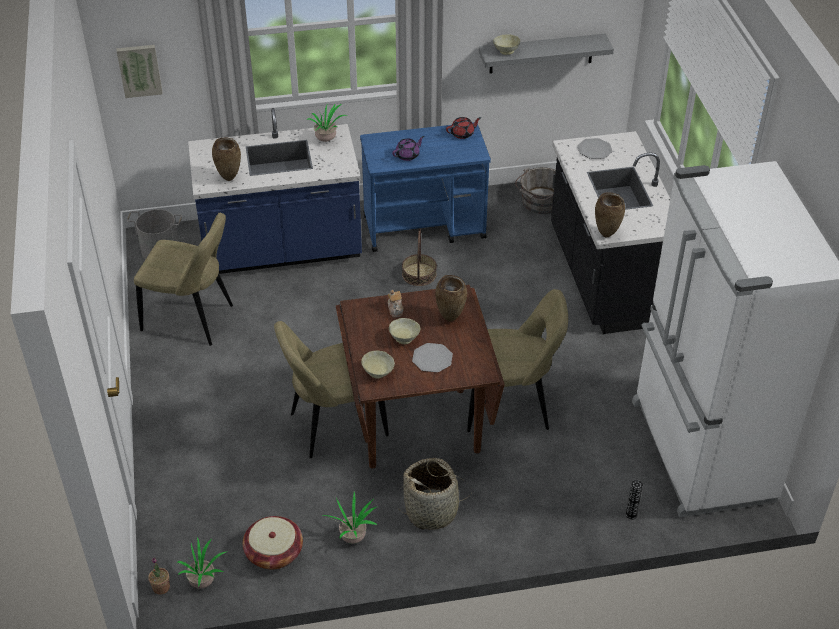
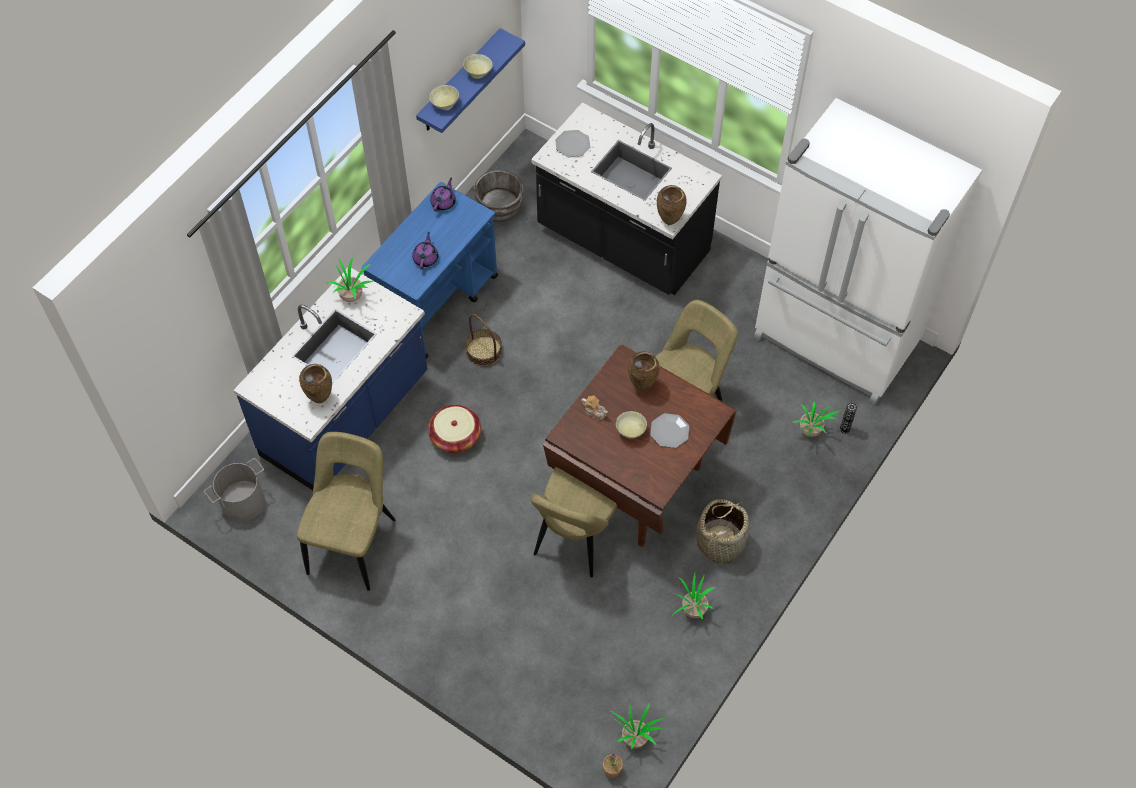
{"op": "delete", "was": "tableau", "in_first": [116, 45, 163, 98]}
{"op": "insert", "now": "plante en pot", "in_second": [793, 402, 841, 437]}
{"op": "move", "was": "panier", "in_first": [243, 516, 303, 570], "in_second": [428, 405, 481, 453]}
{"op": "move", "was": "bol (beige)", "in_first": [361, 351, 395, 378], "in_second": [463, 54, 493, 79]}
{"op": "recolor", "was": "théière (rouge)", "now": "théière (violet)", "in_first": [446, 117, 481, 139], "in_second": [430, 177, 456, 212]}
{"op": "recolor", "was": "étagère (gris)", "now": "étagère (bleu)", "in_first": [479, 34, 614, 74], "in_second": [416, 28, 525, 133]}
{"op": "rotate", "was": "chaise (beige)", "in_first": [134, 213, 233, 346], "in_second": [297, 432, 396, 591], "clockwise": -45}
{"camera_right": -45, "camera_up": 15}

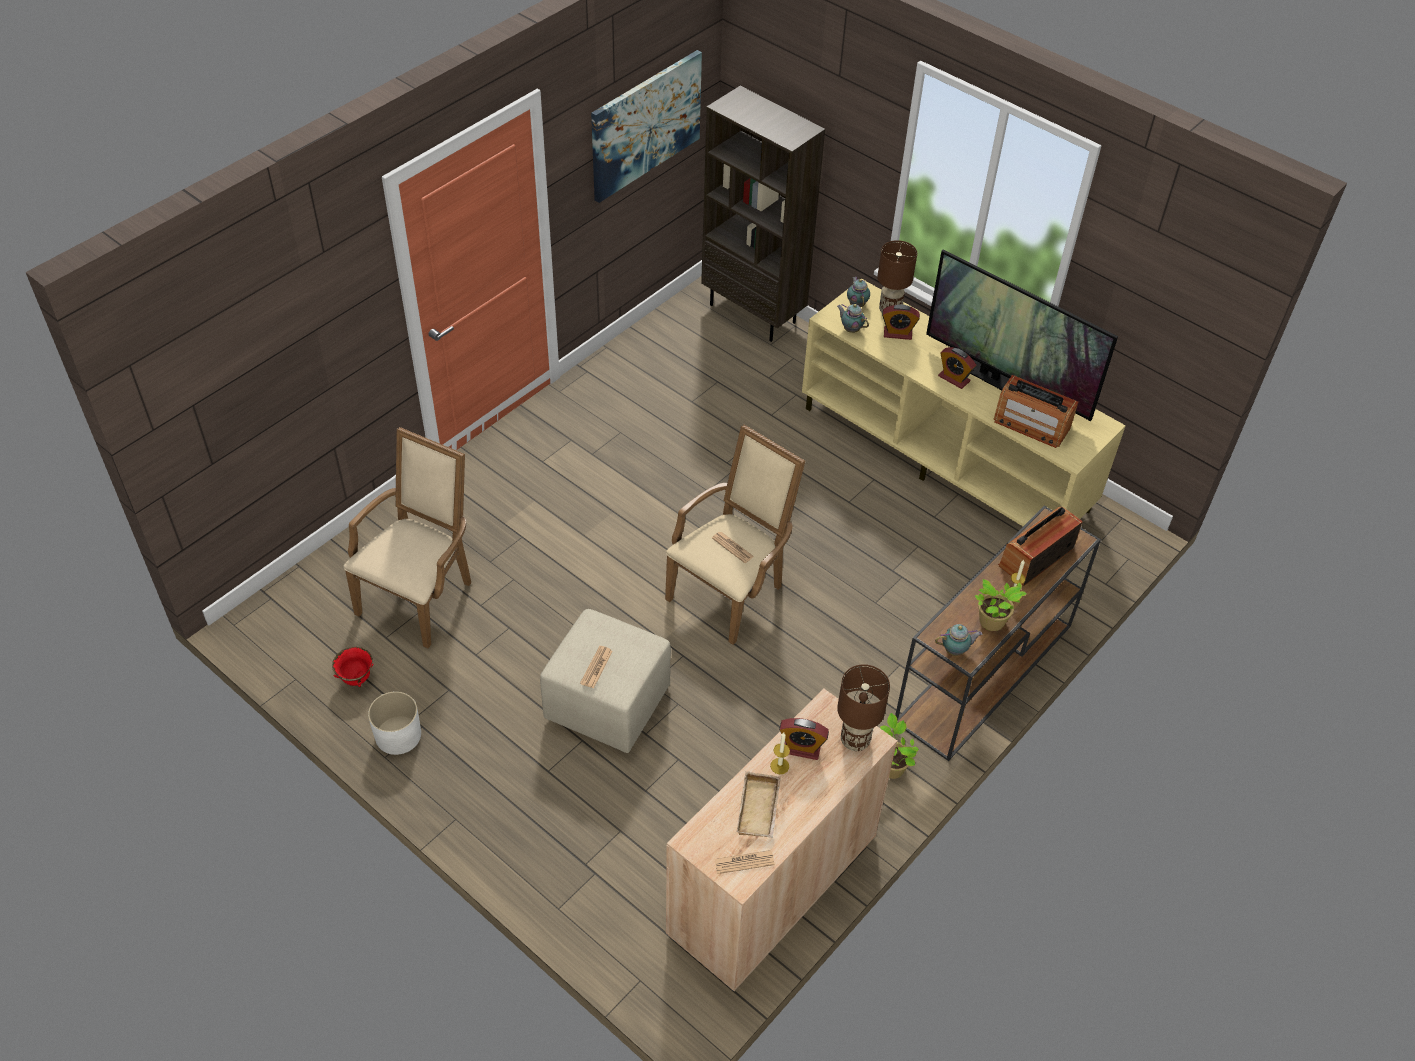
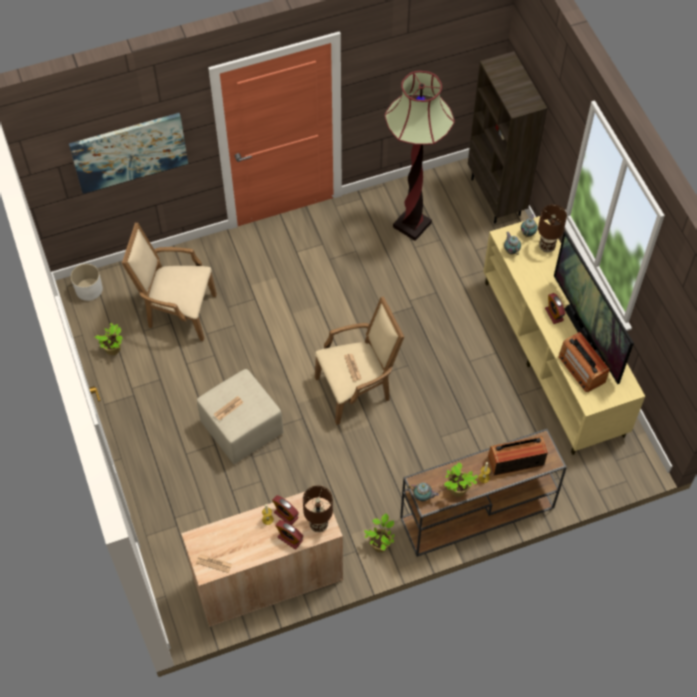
{"op": "delete", "was": "plateau (beige)", "in_first": [737, 771, 781, 838]}
{"op": "insert", "now": "lampadaire", "in_second": [385, 71, 455, 241]}
{"op": "move", "was": "cache-pot (blanc)", "in_first": [368, 692, 421, 755], "in_second": [71, 264, 103, 301]}
{"op": "move", "was": "tableau", "in_first": [591, 50, 702, 203], "in_second": [69, 113, 188, 194]}
{"op": "move", "was": "réveil", "in_first": [882, 304, 920, 340], "in_second": [275, 520, 303, 549]}
{"op": "replace", "was": "bol (rouge)", "now": "plante en pot", "in_first": [332, 647, 374, 687], "in_second": [95, 323, 123, 355]}
{"op": "rotate", "was": "fauteuil (beige)", "in_first": [343, 427, 471, 648], "in_second": [122, 222, 217, 341], "clockwise": -135}
{"camera_right": 30, "camera_up": 10}

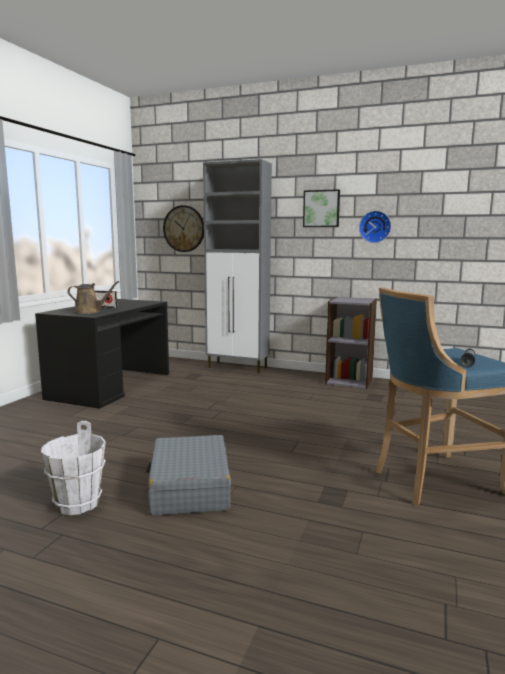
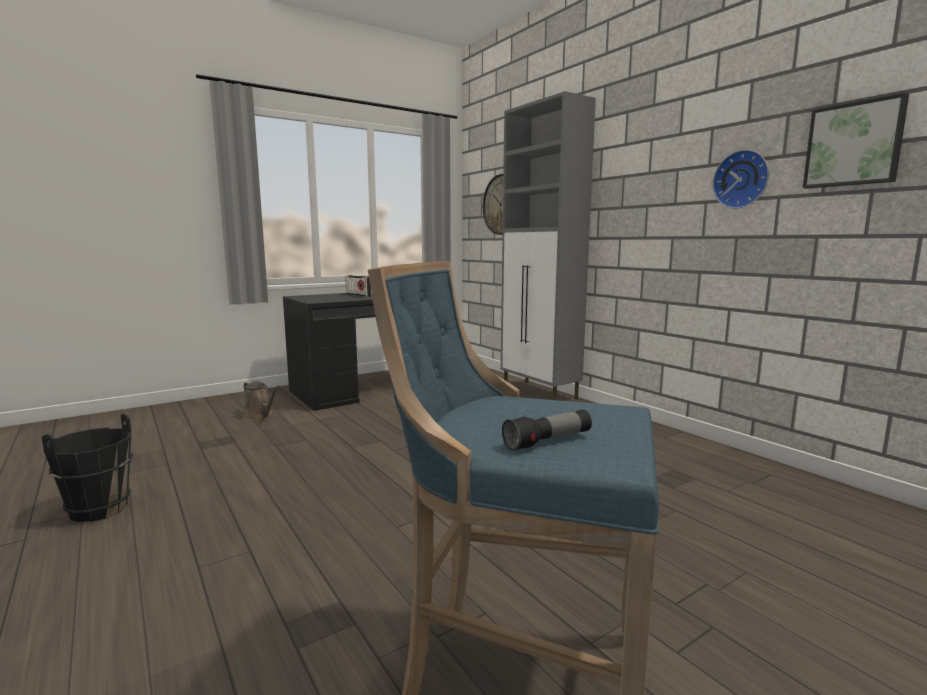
{"op": "delete", "was": "valise (gris)", "in_first": [146, 435, 231, 516]}
{"op": "delete", "was": "bibliothèque (gris)", "in_first": [325, 297, 377, 389]}
{"op": "move", "was": "arrosoir (marron)", "in_first": [67, 281, 119, 314], "in_second": [243, 381, 279, 421]}
{"op": "move", "was": "tableau", "in_first": [303, 189, 340, 227], "in_second": [803, 93, 909, 188]}
{"op": "recolor", "was": "seau (blanc)", "now": "seau (noir)", "in_first": [41, 421, 106, 515], "in_second": [42, 414, 133, 522]}
{"camera_right": 35, "camera_up": 0}

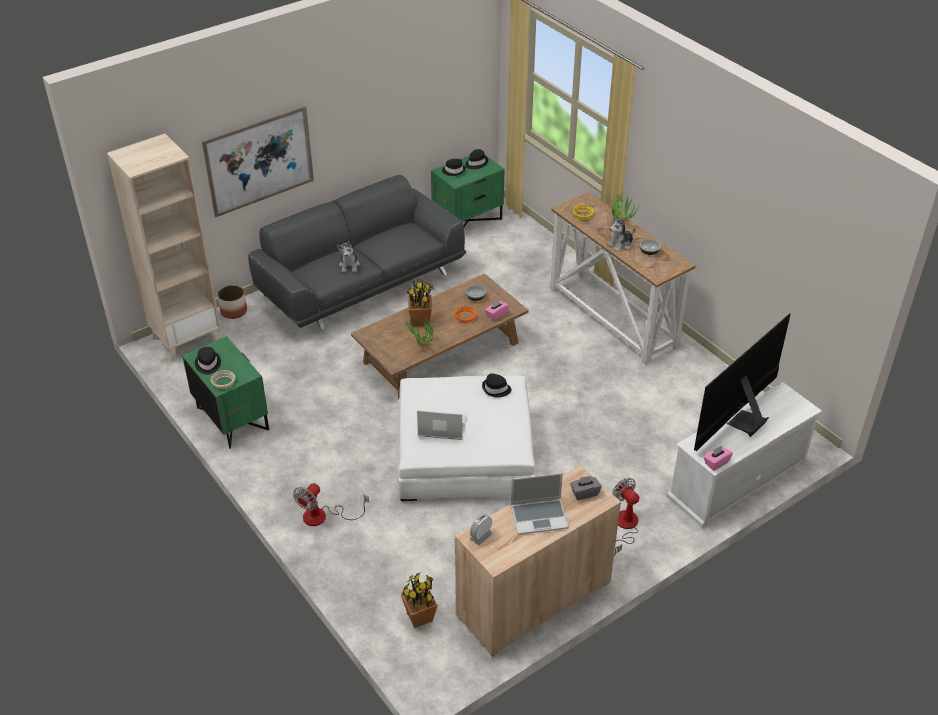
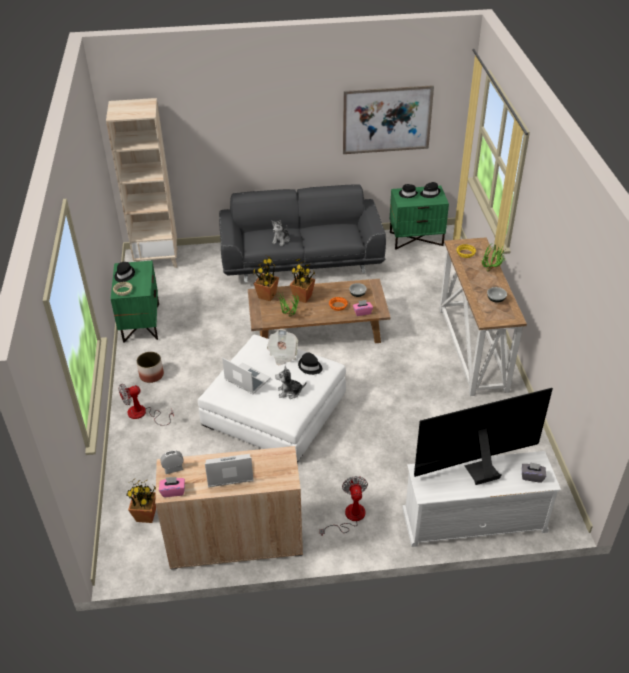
{"op": "insert", "now": "plante en pot", "in_second": [253, 256, 279, 301]}
{"op": "insert", "now": "journal", "in_second": [267, 329, 298, 365]}
{"op": "move", "was": "tableau", "in_first": [202, 106, 314, 217], "in_second": [343, 85, 434, 154]}
{"op": "move", "was": "cache-pot", "in_first": [218, 285, 247, 319], "in_second": [137, 352, 164, 383]}
{"op": "move", "was": "boîte à mouchoirs (gris)", "in_first": [570, 476, 602, 500], "in_second": [522, 462, 546, 483]}
{"op": "move", "was": "peluche", "in_first": [607, 216, 635, 252], "in_second": [275, 366, 306, 399]}
{"op": "move", "was": "boîte à mouchoirs (rose)", "in_first": [704, 445, 733, 471], "in_second": [159, 477, 185, 497]}
{"op": "rotate", "was": "ordinateur portable", "in_first": [511, 473, 569, 535], "in_second": [205, 454, 254, 487], "clockwise": 150}
{"camera_right": 30, "camera_up": 0}

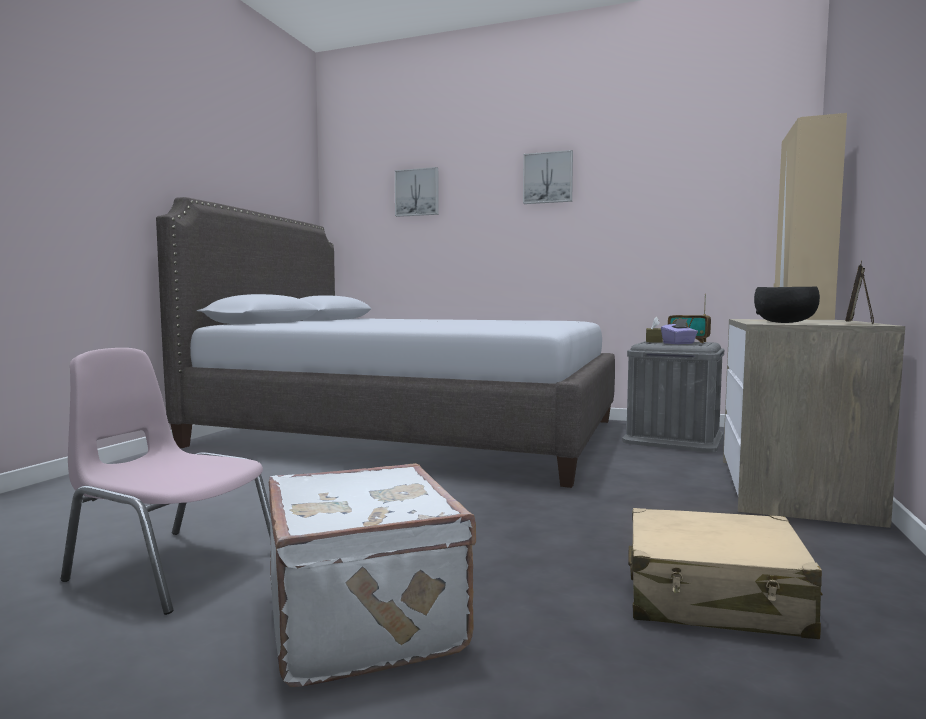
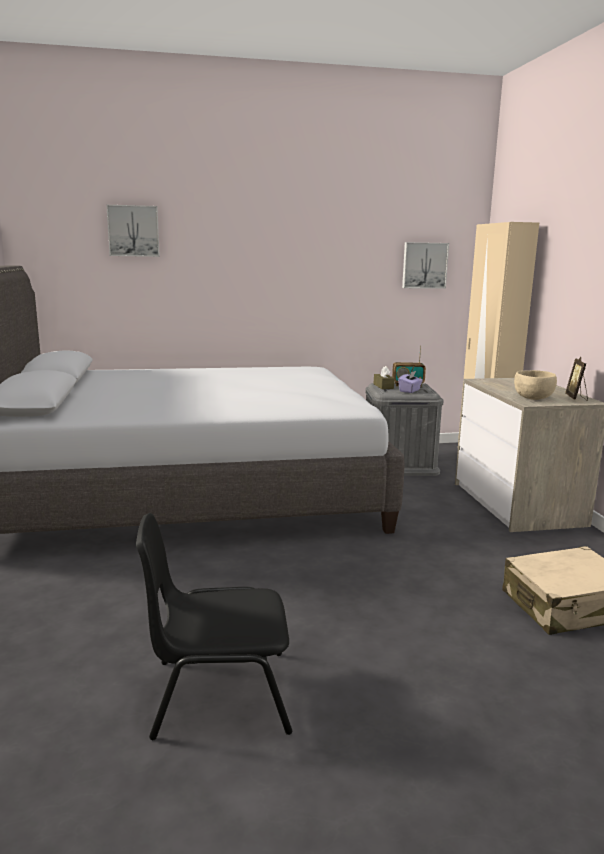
{"op": "delete", "was": "valise (blanc)", "in_first": [269, 463, 476, 687]}
{"op": "move", "was": "tableau", "in_first": [523, 150, 573, 204], "in_second": [402, 242, 449, 289]}
{"op": "recolor", "was": "chaise (rose)", "now": "chaise (noir)", "in_first": [61, 348, 271, 615], "in_second": [136, 513, 292, 740]}
{"op": "recolor", "was": "bol (noir)", "now": "bol (beige)", "in_first": [754, 286, 820, 323], "in_second": [514, 370, 557, 400]}
{"camera_right": -30, "camera_up": 10}

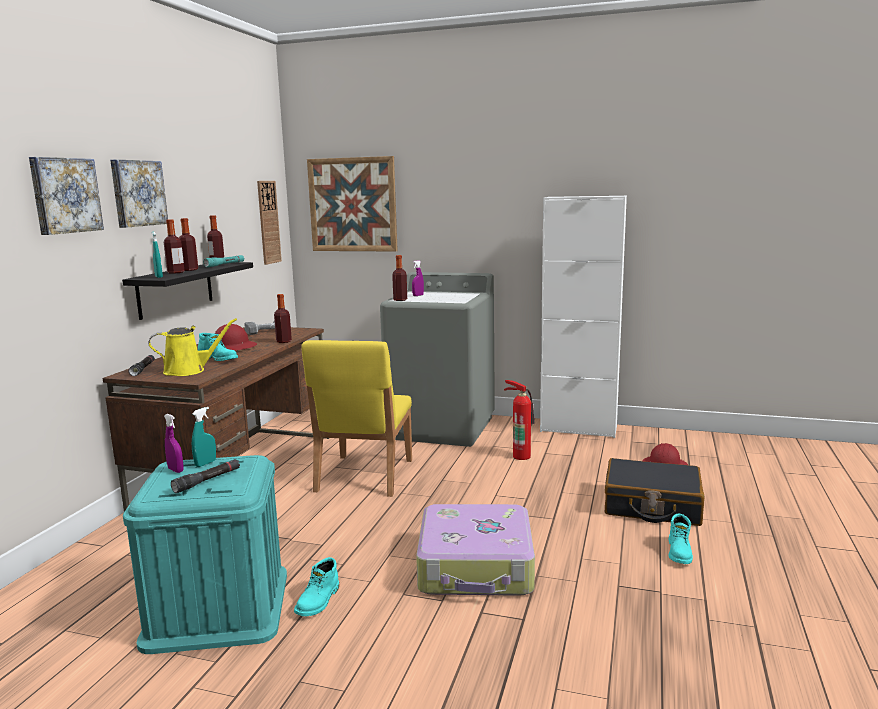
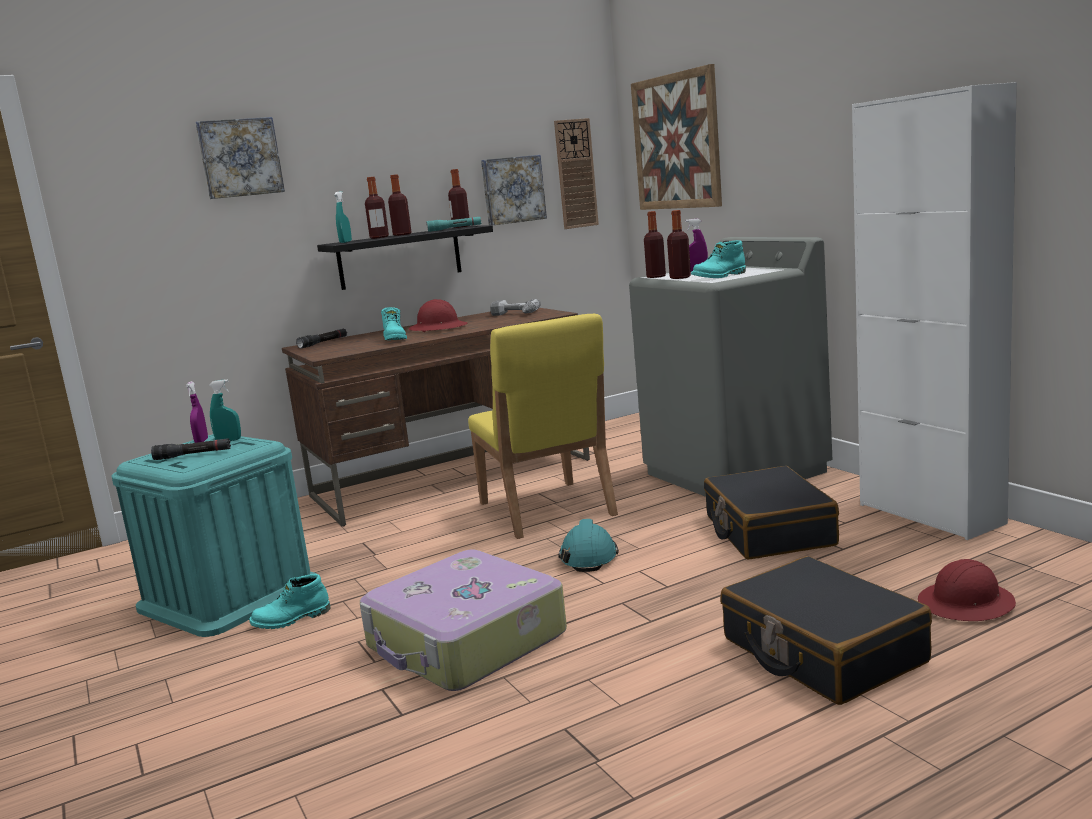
{"op": "delete", "was": "arrosoir (jaune)", "in_first": [148, 318, 237, 376]}
{"op": "insert", "now": "casque de chantier (turquoise)", "in_second": [558, 519, 619, 572]}
{"op": "move", "was": "tableau", "in_first": [110, 159, 168, 228], "in_second": [481, 155, 547, 226]}
{"op": "move", "was": "bouteille", "in_first": [274, 294, 292, 343], "in_second": [667, 210, 691, 279]}
{"op": "move", "was": "botte (turquoise)", "in_first": [669, 514, 693, 564], "in_second": [691, 240, 746, 278]}
{"op": "replace", "was": "extincteur", "now": "valise (noir)", "in_first": [504, 380, 535, 460], "in_second": [704, 466, 839, 560]}
{"op": "rotate", "was": "chaise (jaune)", "in_first": [301, 340, 412, 497], "in_second": [468, 314, 618, 539], "clockwise": -75}
{"camera_right": 45, "camera_up": 0}

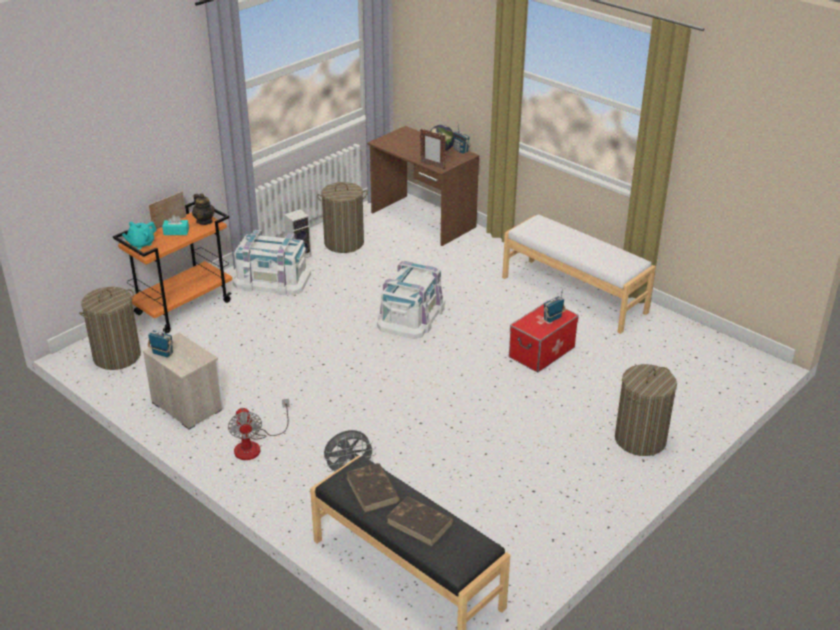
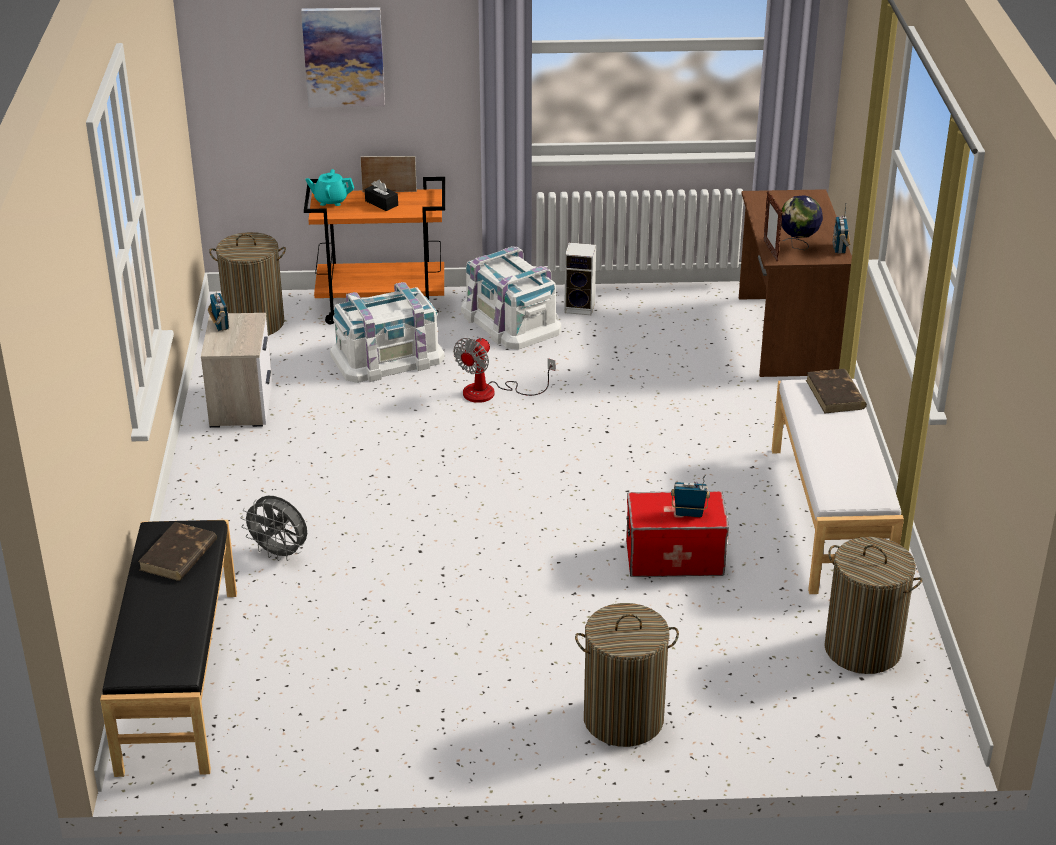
{"op": "delete", "was": "théière", "in_first": [192, 193, 215, 225]}
{"op": "insert", "now": "tableau", "in_second": [301, 7, 385, 108]}
{"op": "move", "was": "ventilateur", "in_first": [228, 399, 290, 460], "in_second": [453, 337, 555, 403]}
{"op": "move", "was": "panier à linge", "in_first": [317, 182, 368, 253], "in_second": [824, 537, 923, 674]}
{"op": "move", "was": "boîte de rangement (blanc)", "in_first": [377, 261, 445, 339], "in_second": [330, 282, 445, 383]}
{"op": "move", "was": "livre (marron)", "in_first": [387, 496, 454, 546], "in_second": [806, 369, 867, 413]}
{"op": "recolor", "was": "boîte à mouchoirs (turquoise)", "now": "boîte à mouchoirs (noir)", "in_first": [162, 215, 189, 235], "in_second": [365, 179, 398, 211]}
{"camera_right": 45, "camera_up": 0}

